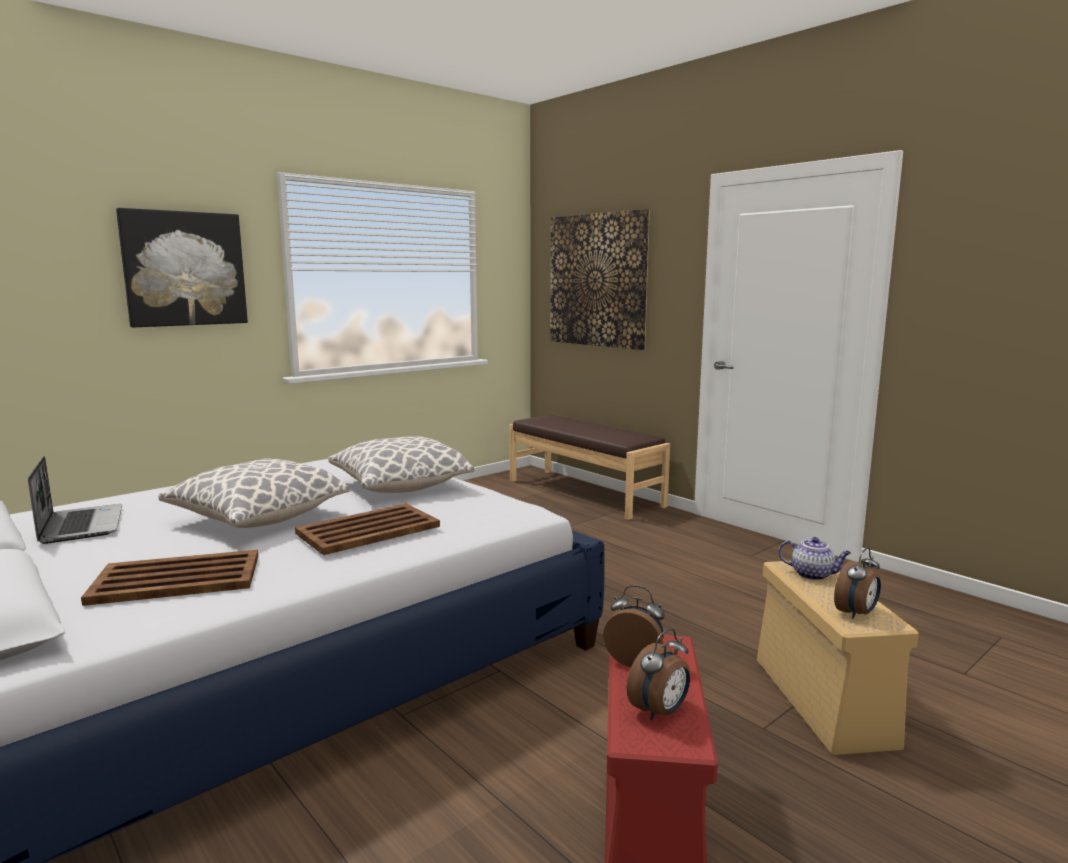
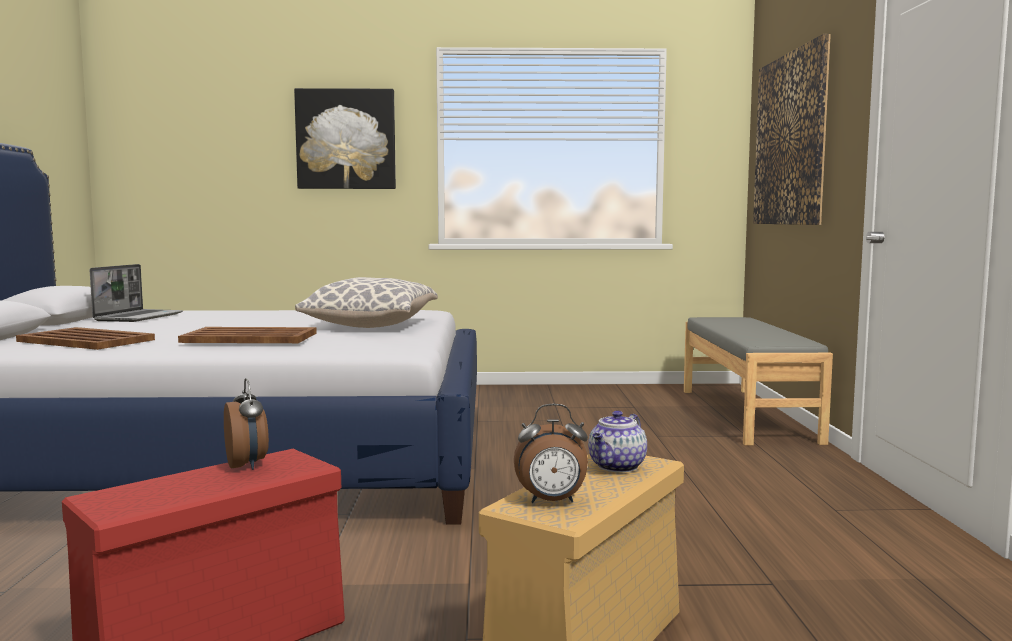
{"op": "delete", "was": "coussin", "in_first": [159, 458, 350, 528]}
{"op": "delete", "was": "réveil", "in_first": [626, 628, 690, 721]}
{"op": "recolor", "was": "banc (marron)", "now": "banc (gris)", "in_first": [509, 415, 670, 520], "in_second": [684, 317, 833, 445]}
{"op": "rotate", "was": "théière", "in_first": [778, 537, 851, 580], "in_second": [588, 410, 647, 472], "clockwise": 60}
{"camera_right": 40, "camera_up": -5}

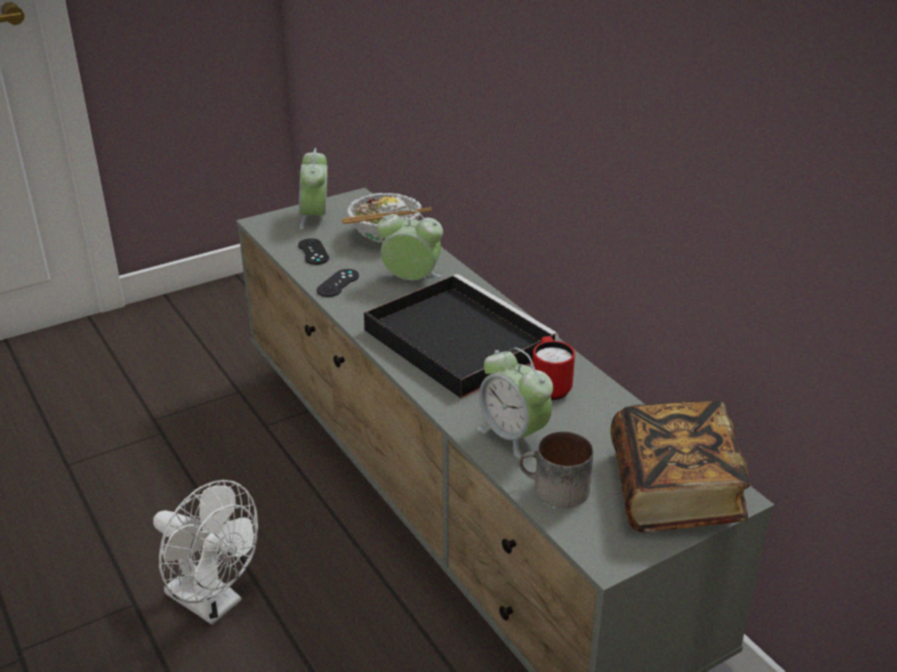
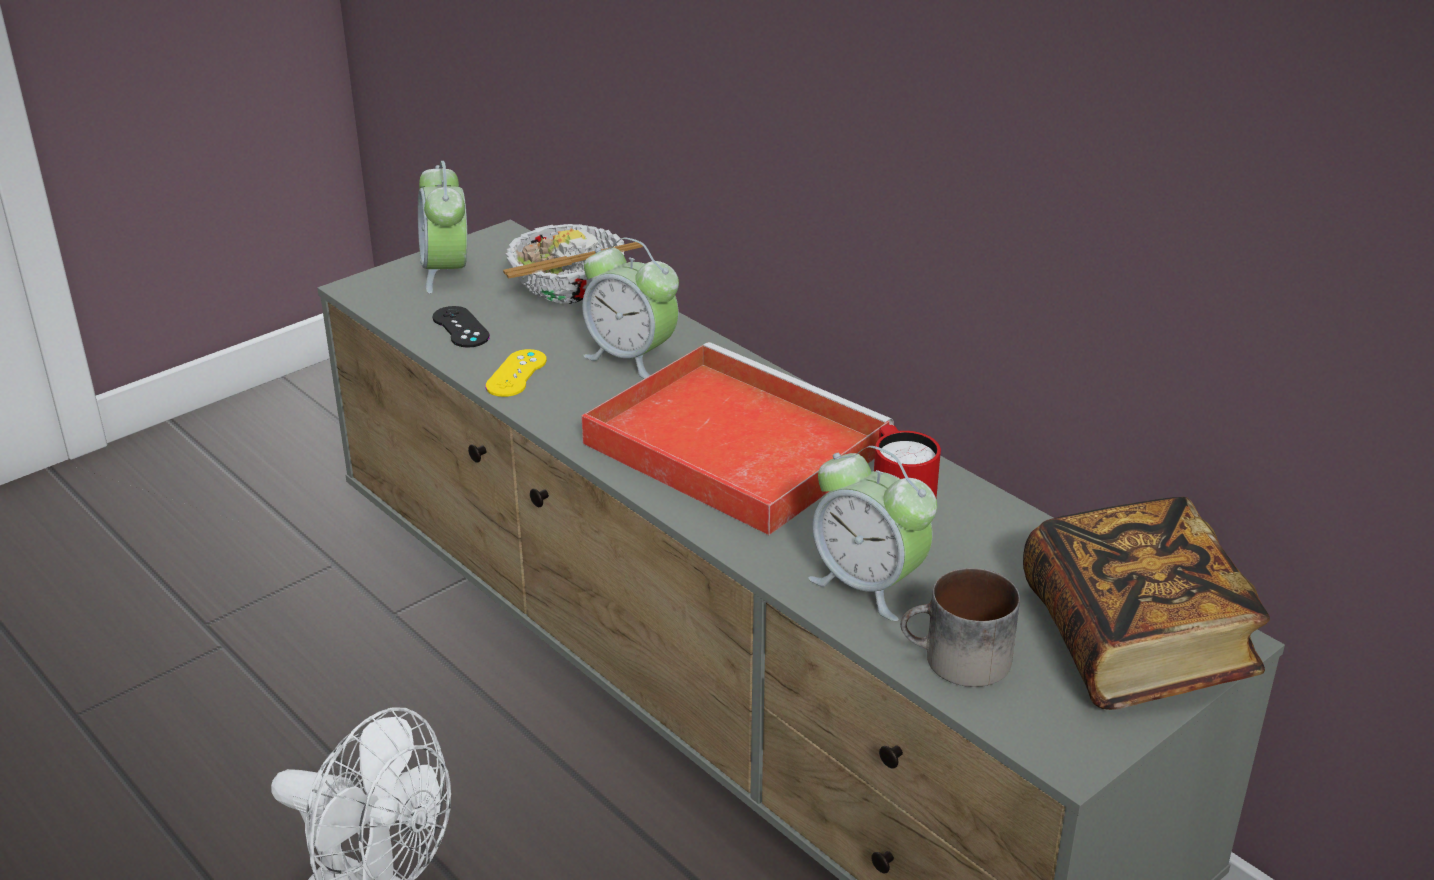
{"op": "recolor", "was": "manette (noir)", "now": "manette (jaune)", "in_first": [316, 269, 359, 297], "in_second": [485, 349, 547, 397]}
{"op": "recolor", "was": "plateau (noir)", "now": "plateau (rouge)", "in_first": [364, 274, 559, 399], "in_second": [581, 342, 894, 535]}
{"op": "rotate", "was": "réveil", "in_first": [377, 209, 443, 280], "in_second": [582, 238, 679, 379], "clockwise": -150}
{"camera_right": -10, "camera_up": 0}

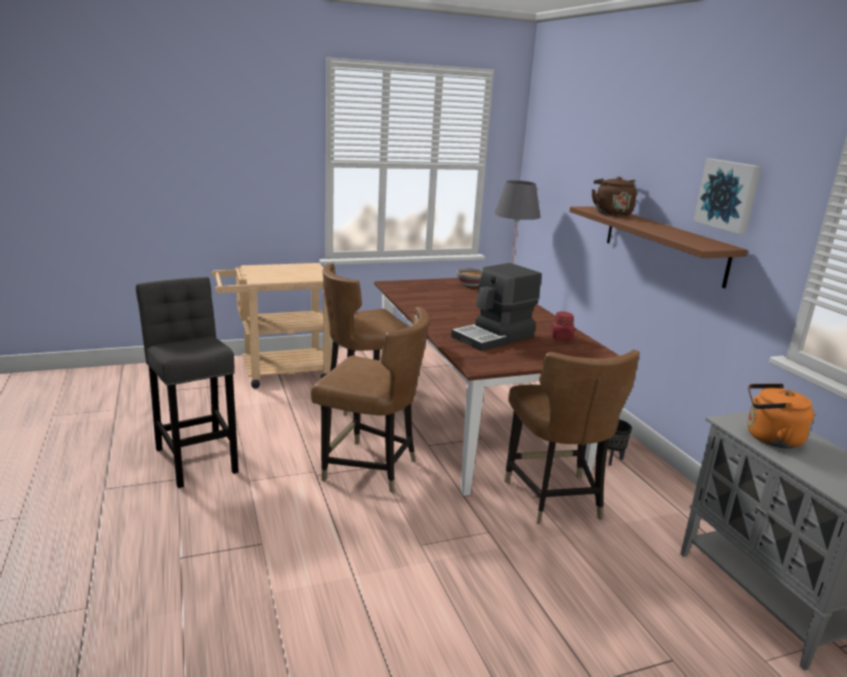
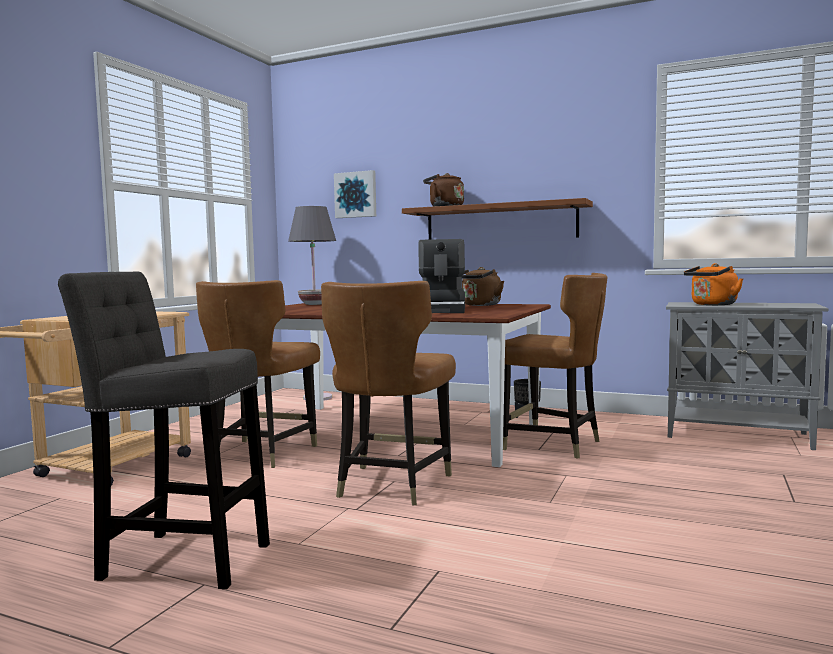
{"op": "move", "was": "tableau", "in_first": [693, 159, 761, 234], "in_second": [334, 170, 376, 218]}
{"op": "replace", "was": "bocal (rouge)", "now": "bouilloire (marron)", "in_first": [551, 311, 574, 340], "in_second": [462, 267, 504, 306]}
{"op": "rotate", "was": "chaise (marron)", "in_first": [311, 307, 430, 493], "in_second": [321, 281, 456, 505], "clockwise": 135}
{"camera_right": -45, "camera_up": -15}

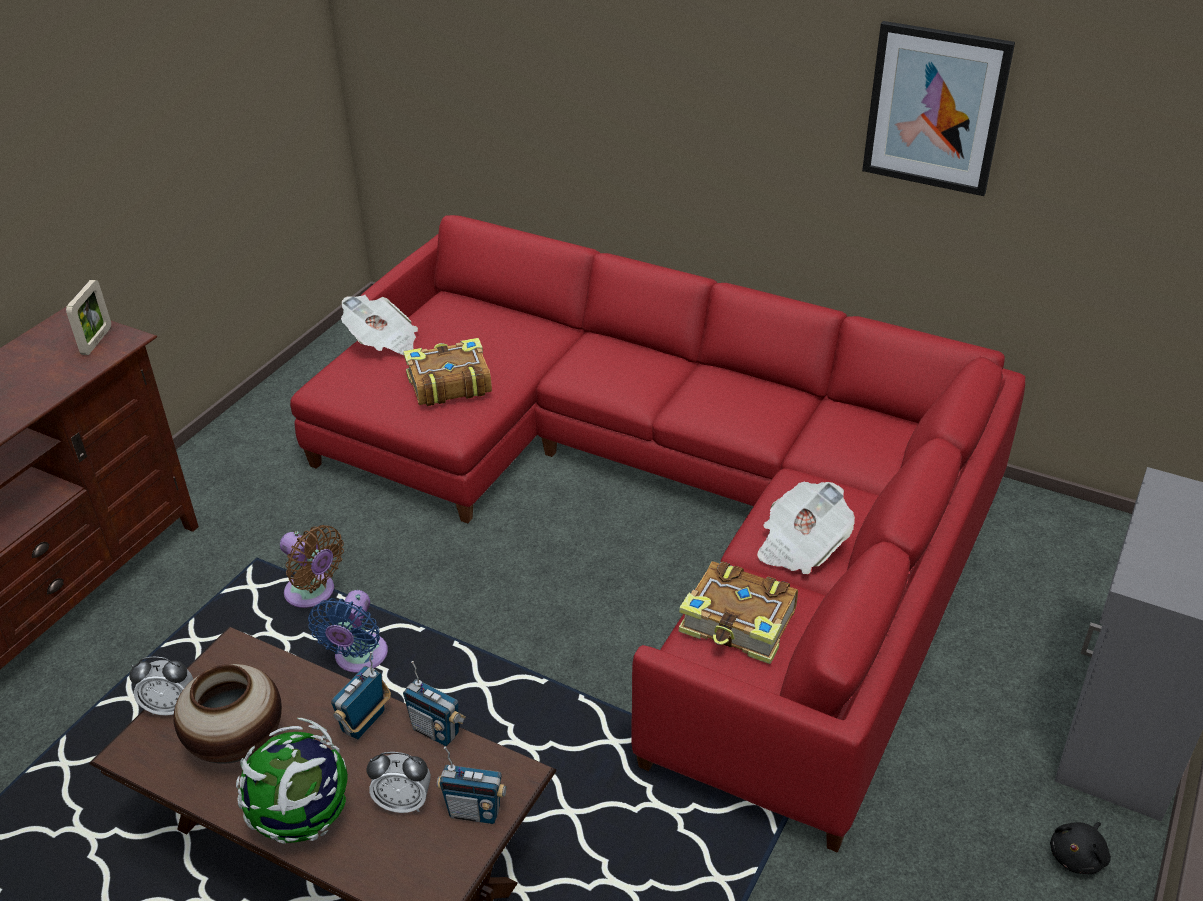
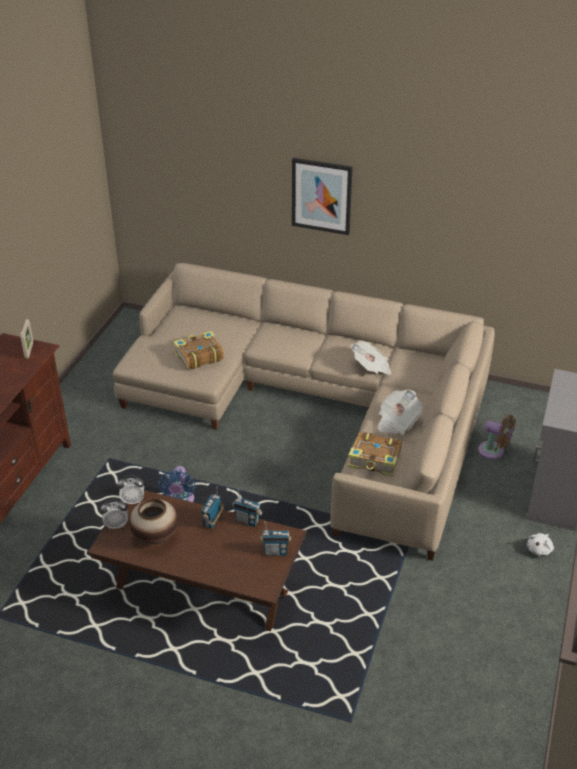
{"op": "delete", "was": "globe", "in_first": [236, 718, 348, 844]}
{"op": "move", "was": "ventilateur (marron)", "in_first": [280, 525, 344, 608], "in_second": [478, 415, 516, 459]}
{"op": "move", "was": "journal", "in_first": [341, 295, 418, 355], "in_second": [351, 341, 391, 375]}
{"op": "move", "was": "réveil", "in_first": [367, 752, 431, 813], "in_second": [117, 475, 144, 504]}
{"op": "move", "was": "tableau", "in_first": [862, 21, 1015, 196], "in_second": [292, 158, 353, 235]}
{"op": "recolor", "was": "canapé (rouge)", "now": "canapé (beige)", "in_first": [290, 215, 1025, 853], "in_second": [113, 263, 495, 561]}
{"op": "recolor", "was": "peluche (noir)", "now": "peluche (blanc)", "in_first": [1050, 822, 1111, 874], "in_second": [527, 533, 554, 556]}
{"camera_right": -10, "camera_up": 0}

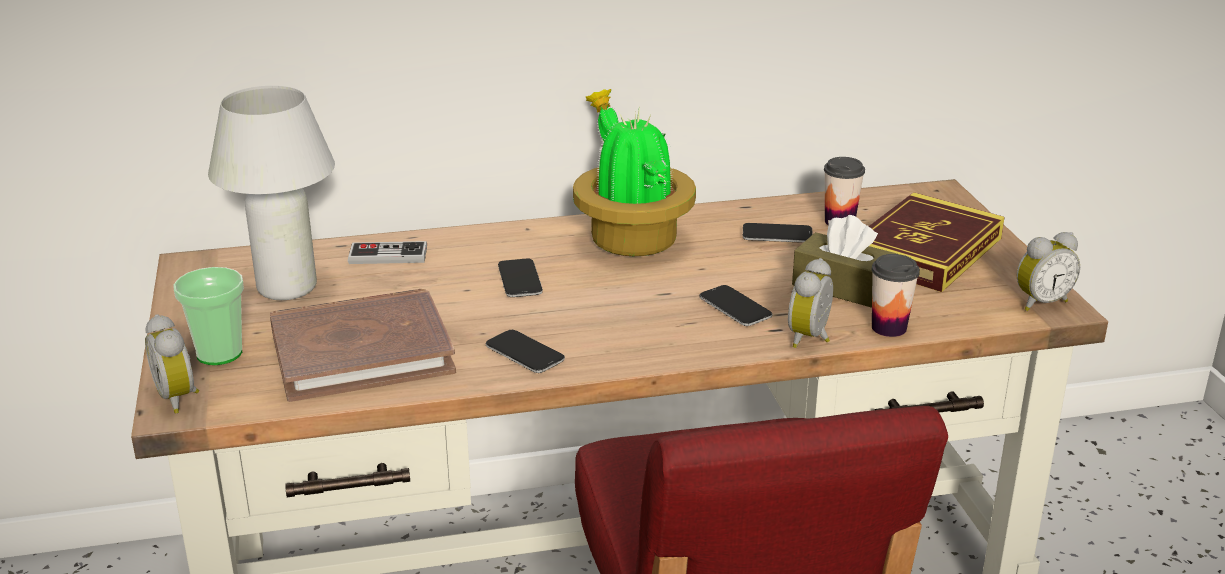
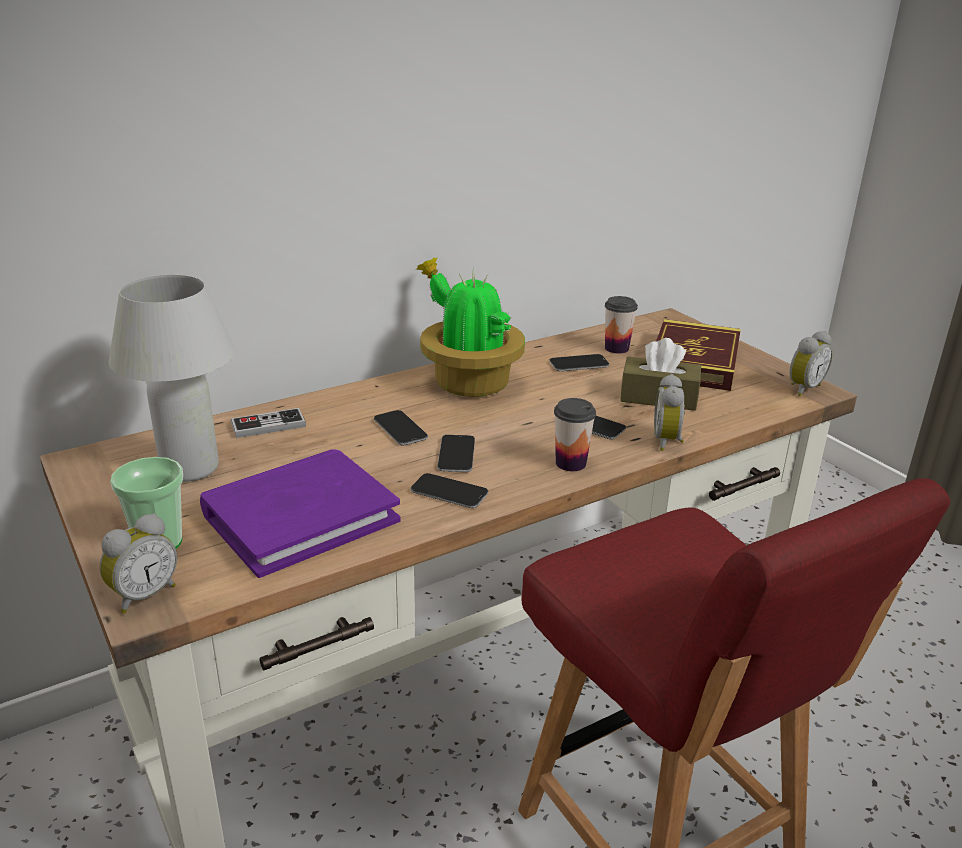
{"op": "insert", "now": "téléphone", "in_second": [437, 435, 475, 472]}
{"op": "move", "was": "tasse", "in_first": [872, 254, 920, 337], "in_second": [554, 398, 596, 471]}
{"op": "recolor", "was": "livre (marron)", "now": "livre (violet)", "in_first": [270, 289, 456, 402], "in_second": [200, 449, 401, 578]}
{"op": "rotate", "was": "réveil", "in_first": [145, 314, 199, 413], "in_second": [100, 514, 177, 614], "clockwise": -90}
{"camera_right": -20, "camera_up": 0}

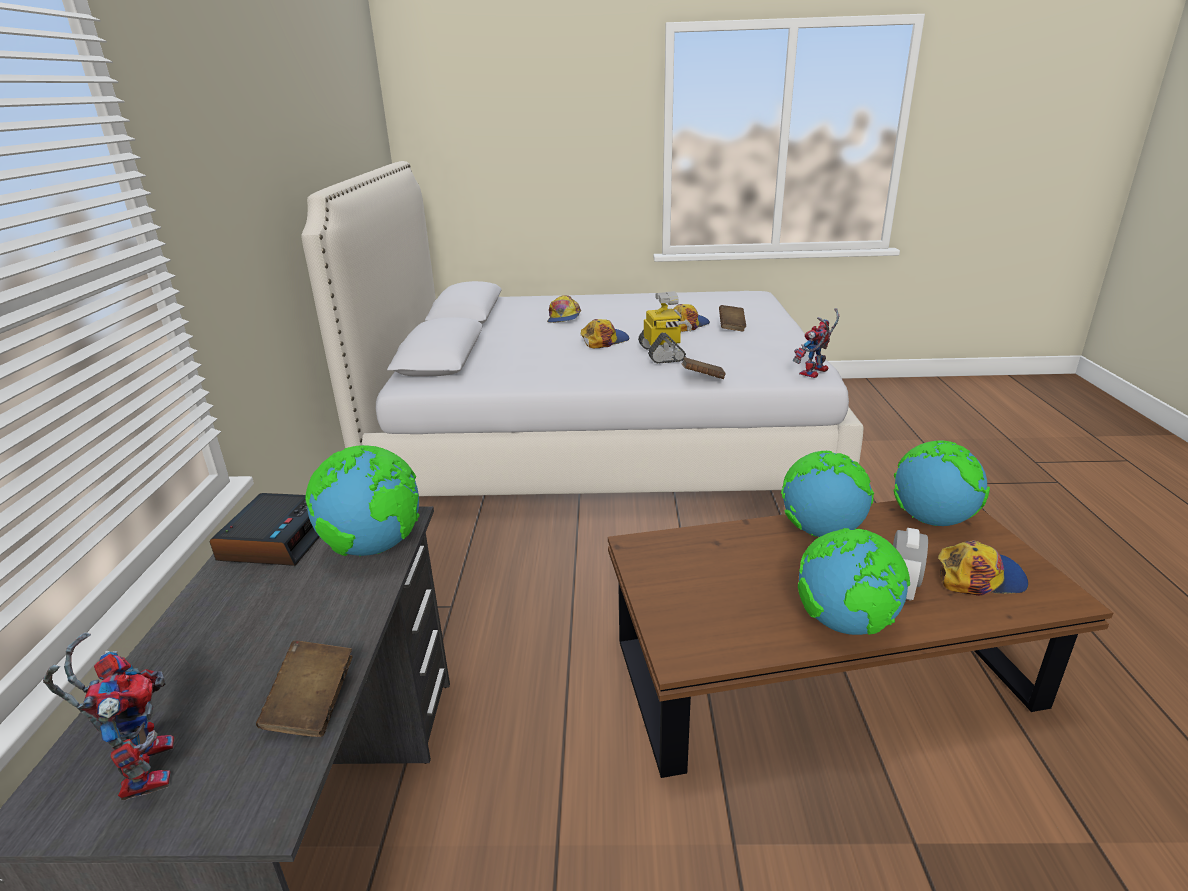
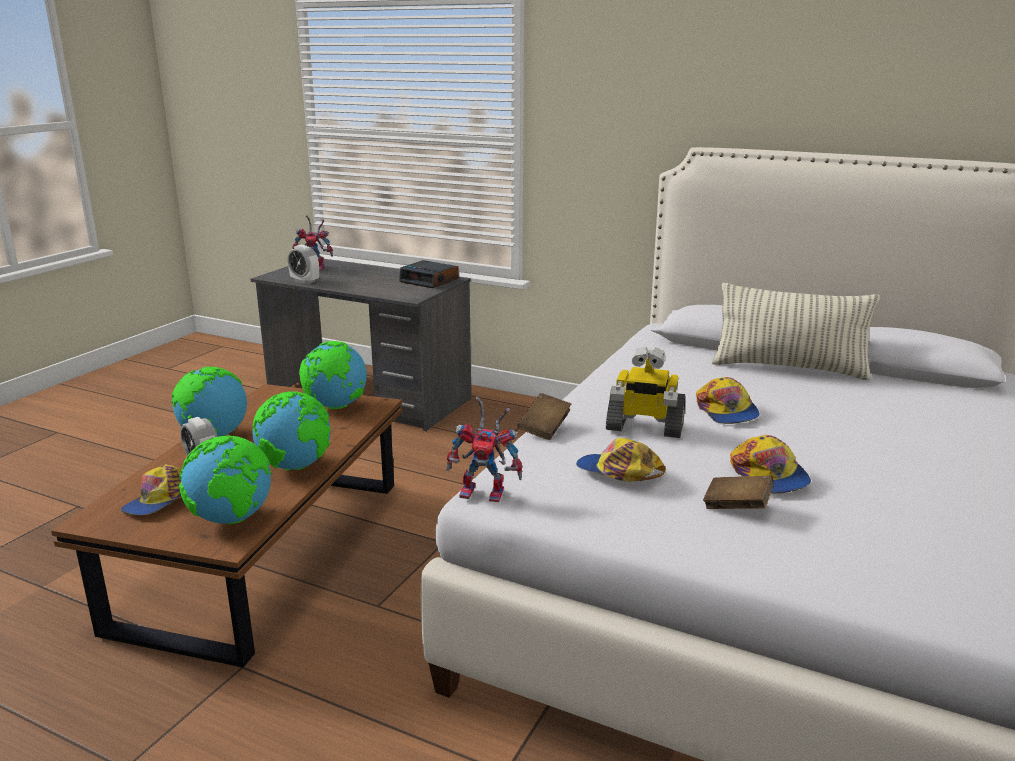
{"op": "insert", "now": "coussin", "in_second": [712, 283, 880, 380]}
{"op": "move", "was": "globe", "in_first": [305, 445, 420, 556], "in_second": [299, 341, 367, 409]}
{"op": "move", "was": "casquette", "in_first": [547, 295, 581, 323], "in_second": [576, 438, 666, 482]}
{"op": "replace", "was": "livre (marron)", "now": "réveil", "in_first": [256, 640, 352, 737], "in_second": [288, 245, 319, 284]}
{"op": "rotate", "was": "robot jouet", "in_first": [793, 308, 839, 378], "in_second": [446, 397, 523, 502], "clockwise": 120}
{"camera_right": 115, "camera_up": -5}

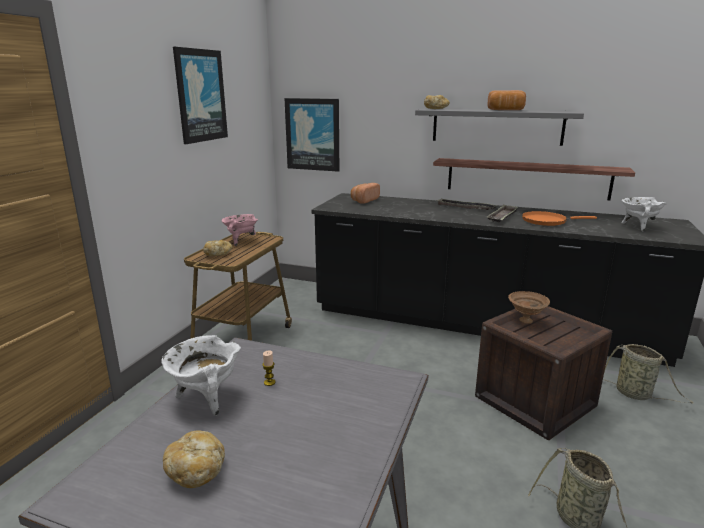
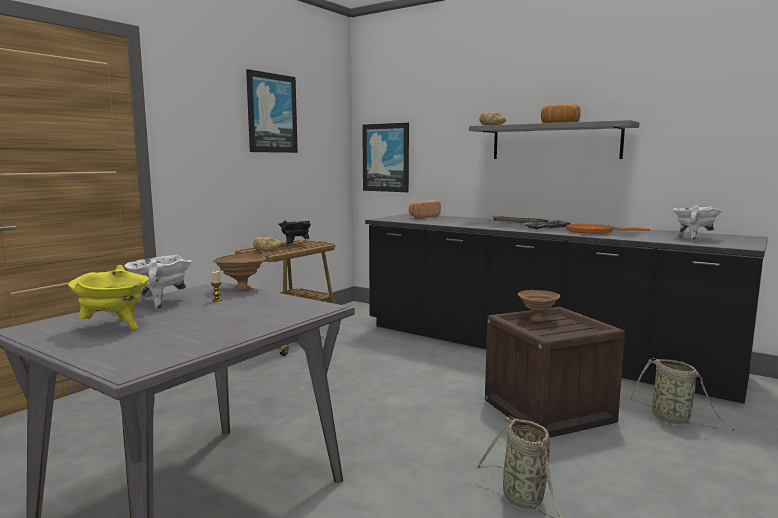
{"op": "delete", "was": "étagère", "in_first": [433, 158, 635, 200]}
{"op": "insert", "now": "bol (marron)", "in_second": [213, 254, 266, 291]}
{"op": "replace", "was": "pain", "now": "marmite (jaune)", "in_first": [163, 430, 225, 488], "in_second": [67, 265, 149, 330]}
{"op": "recolor", "was": "marmite (rose)", "now": "marmite (noir)", "in_first": [222, 214, 258, 246], "in_second": [278, 221, 311, 247]}
{"camera_right": 15, "camera_up": -10}

